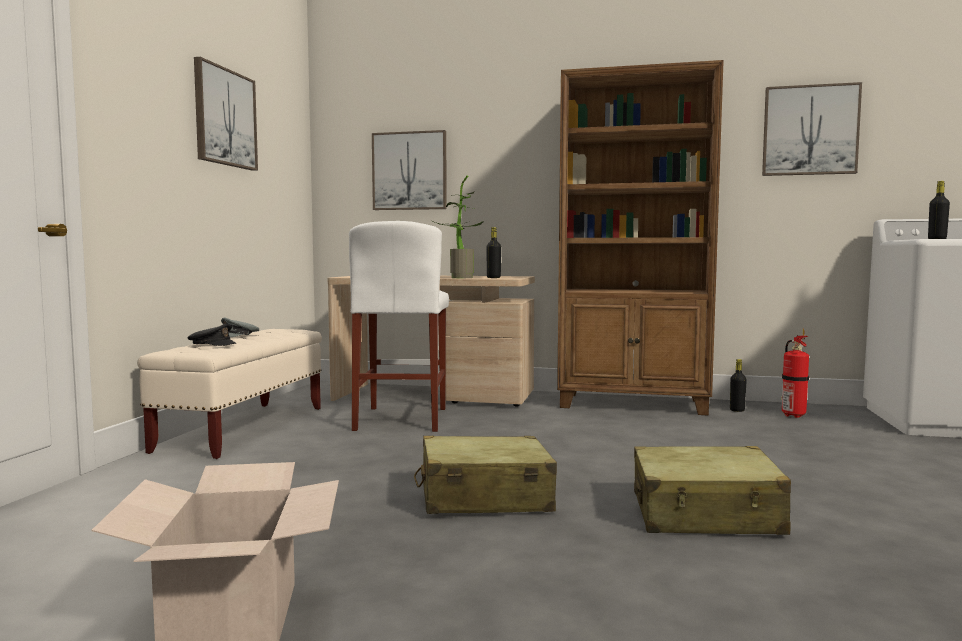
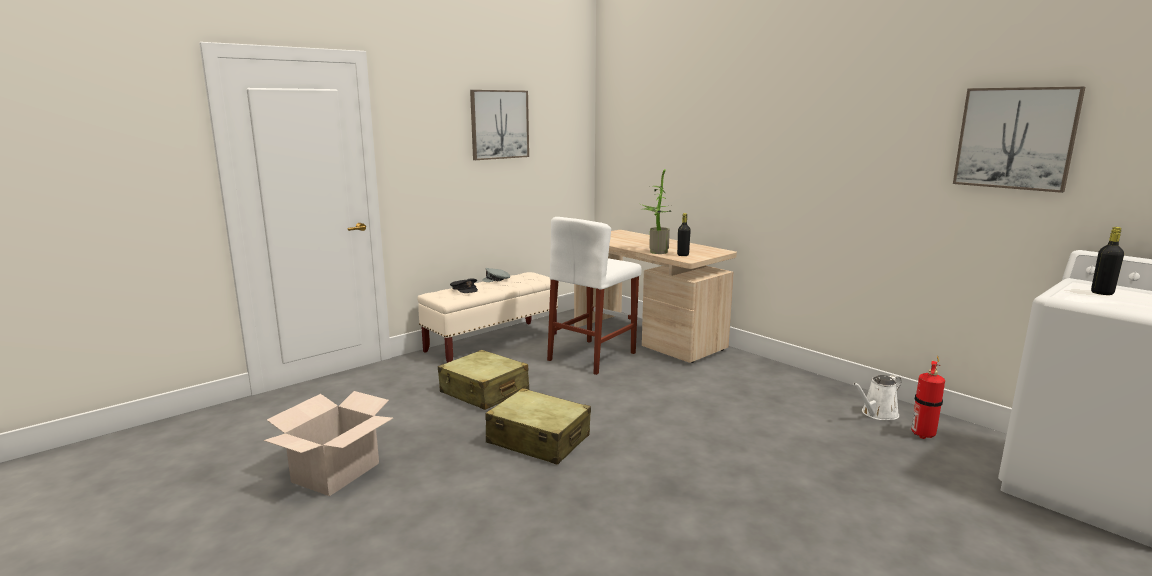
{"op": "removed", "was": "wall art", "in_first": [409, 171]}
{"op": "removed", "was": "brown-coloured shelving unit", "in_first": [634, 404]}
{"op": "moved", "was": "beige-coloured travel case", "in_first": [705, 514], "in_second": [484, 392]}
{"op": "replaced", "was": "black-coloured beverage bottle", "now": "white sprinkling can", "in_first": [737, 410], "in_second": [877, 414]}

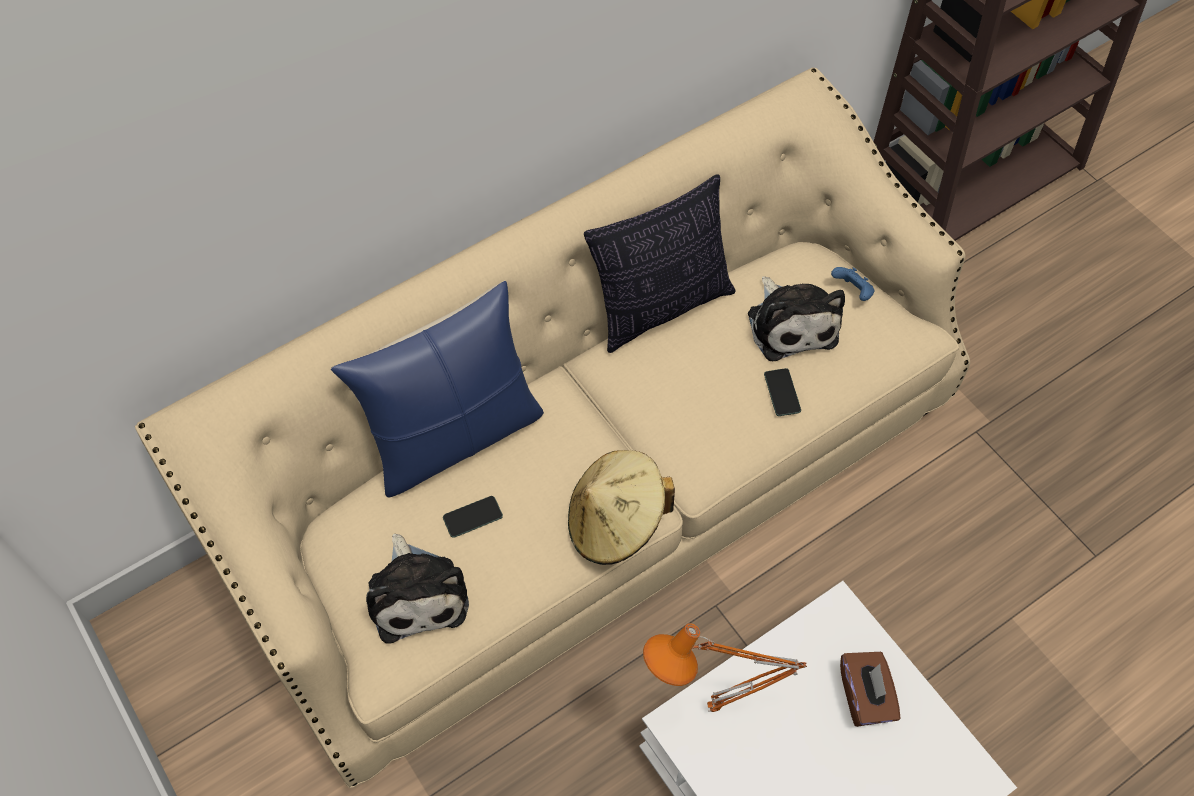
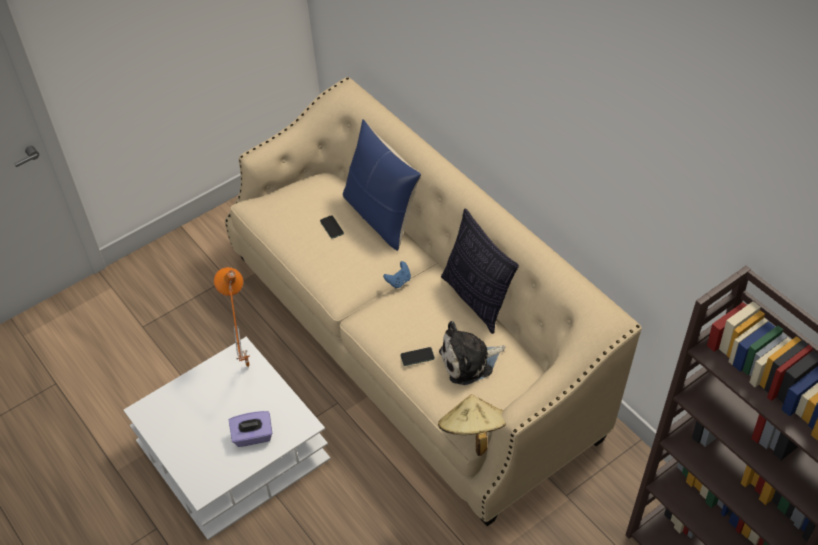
{"op": "removed", "was": "plush toy", "in_first": [417, 593]}
{"op": "moved", "was": "beige-coloured clothing hat", "in_first": [615, 522], "in_second": [473, 434]}
{"op": "moved", "was": "blue game controller", "in_first": [852, 291], "in_second": [399, 281]}
{"op": "recoloured", "was": "brown-coloured tissue holder", "now": "purple tissue holder", "in_first": [865, 696], "in_second": [253, 436]}

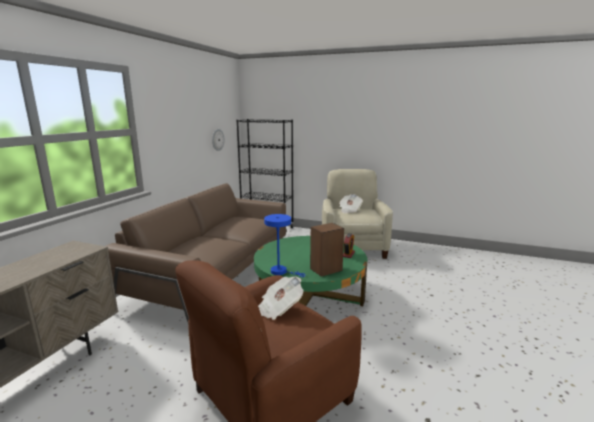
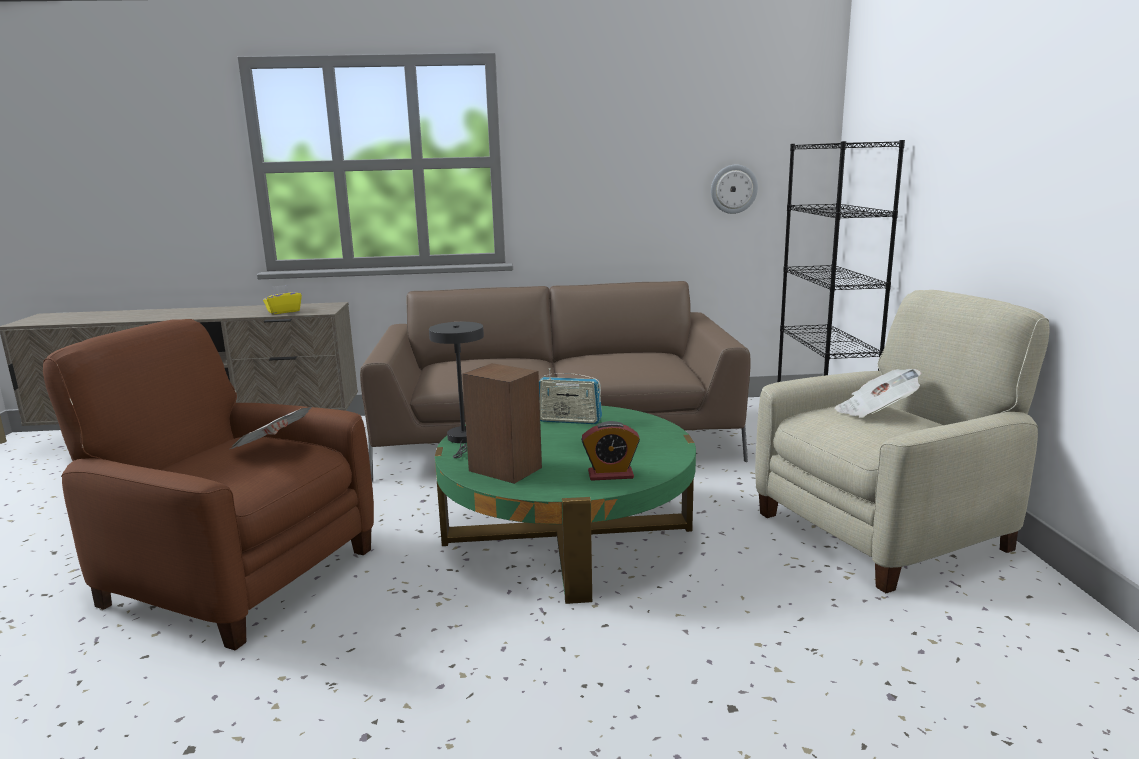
{"op": "recoloured", "was": "blue table lamp", "now": "greyish table lamp", "in_first": [281, 272], "in_second": [463, 439]}
{"op": "added", "now": "yellowish tissue holder", "in_second": [283, 311]}
{"op": "added", "now": "radio receiver", "in_second": [569, 420]}

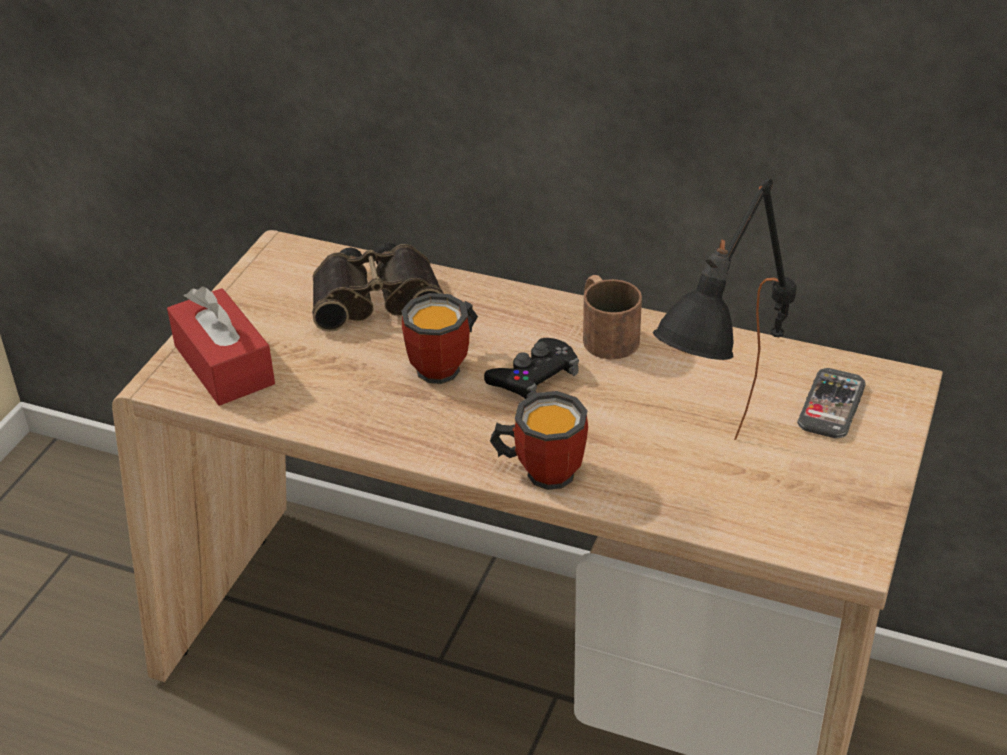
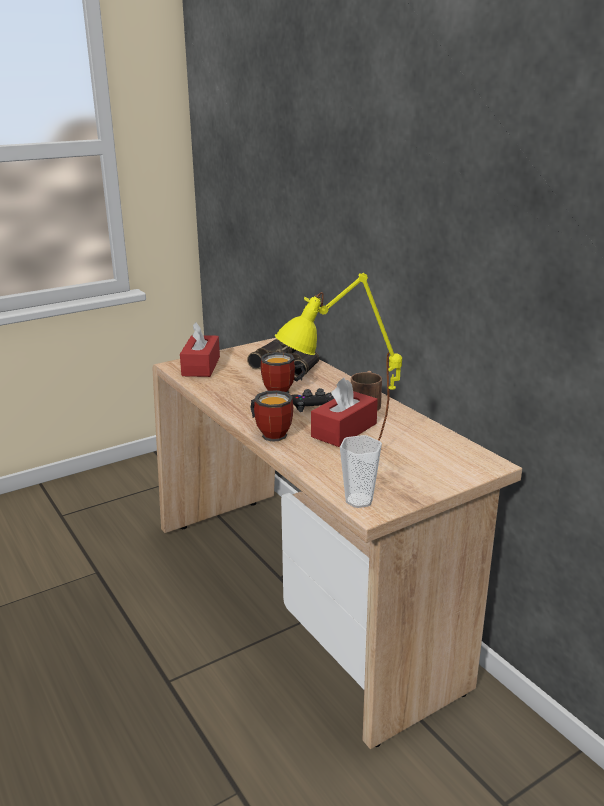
{"op": "recoloured", "was": "black-coloured table lamp", "now": "yellowish table lamp", "in_first": [720, 491], "in_second": [339, 467]}
{"op": "removed", "was": "telephone", "in_first": [831, 406]}
{"op": "added", "now": "reddish tissue holder", "in_second": [344, 430]}
{"op": "added", "now": "small cup", "in_second": [359, 500]}

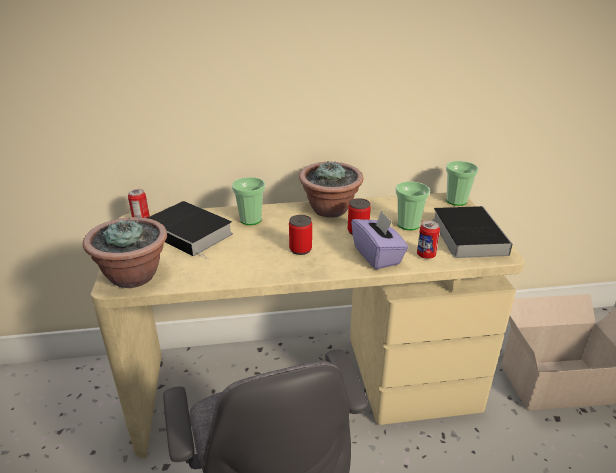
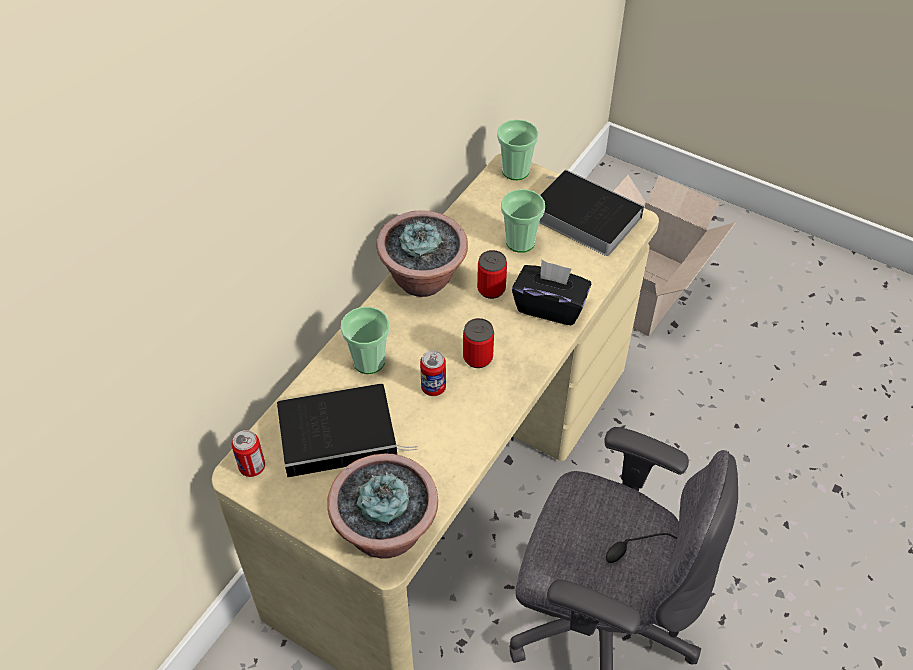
{"op": "recoloured", "was": "purple tissue holder", "now": "black-coloured tissue holder", "in_first": [377, 255], "in_second": [550, 306]}
{"op": "moved", "was": "metal can", "in_first": [426, 255], "in_second": [433, 387]}

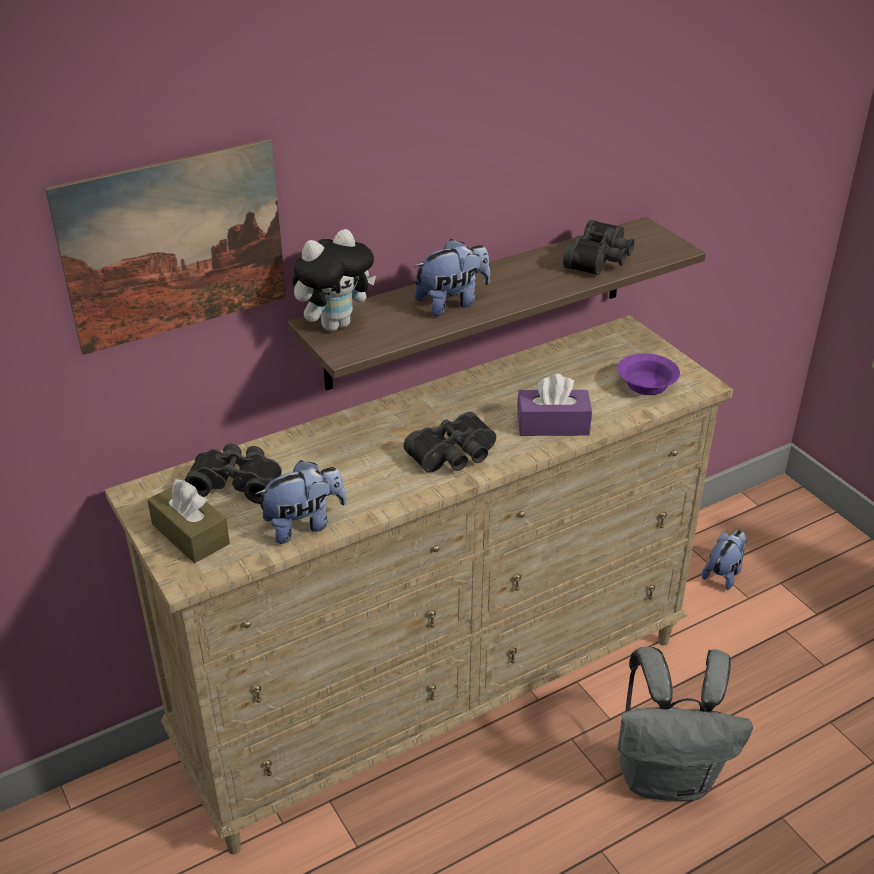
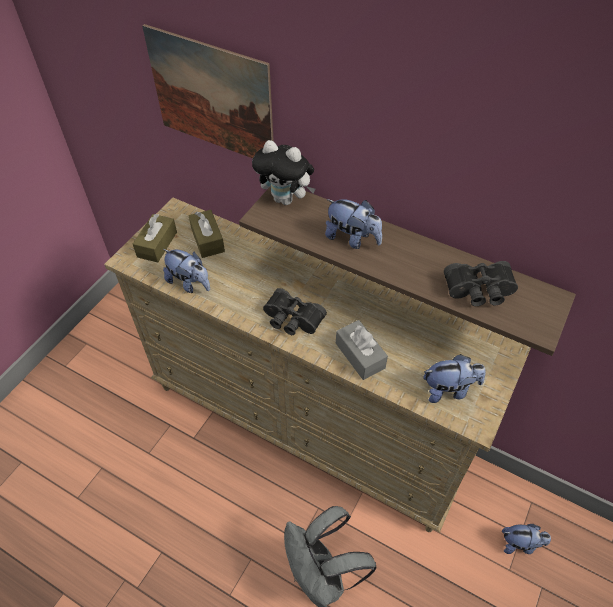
{"op": "replaced", "was": "black-coloured binoculars", "now": "brown-coloured tissue holder", "in_first": [237, 482], "in_second": [207, 240]}
{"op": "recoloured", "was": "purple tissue holder", "now": "greyish tissue holder", "in_first": [553, 425], "in_second": [360, 355]}
{"op": "replaced", "was": "purple bowl", "now": "plush toy", "in_first": [645, 384], "in_second": [449, 390]}

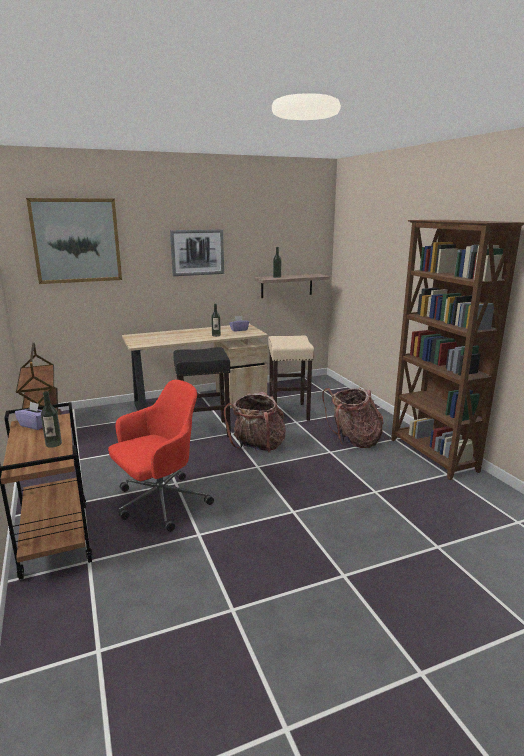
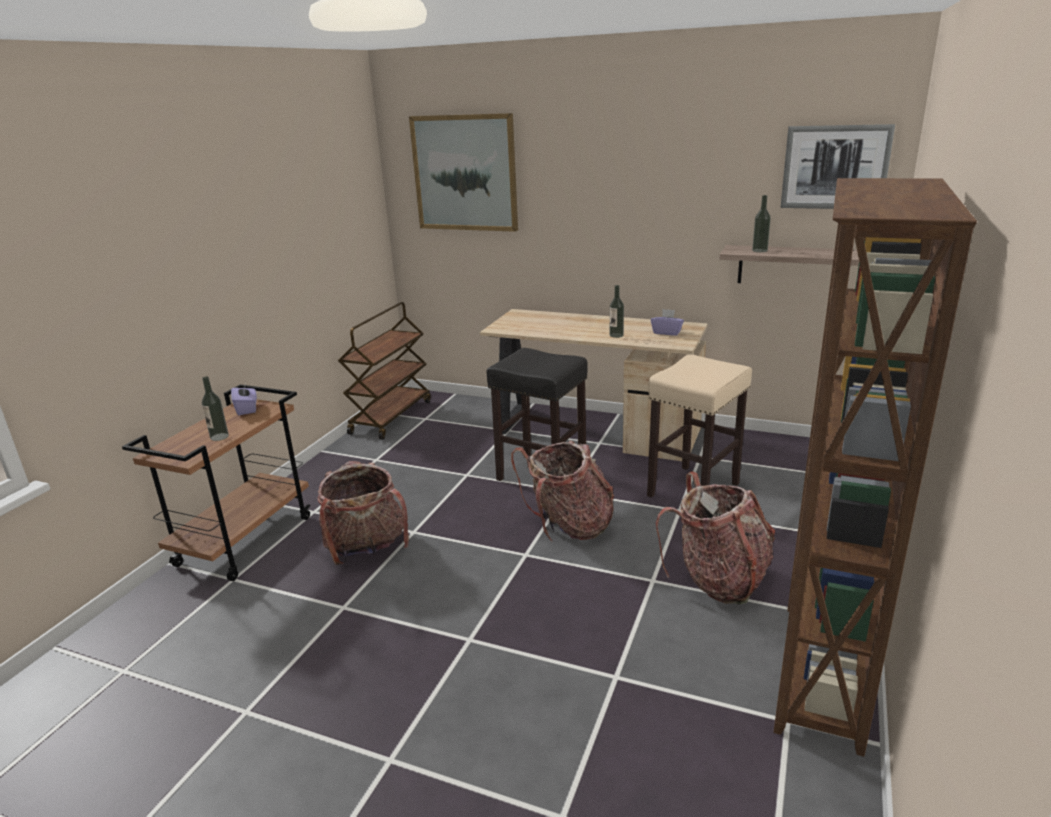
{"op": "replaced", "was": "reddish office chair", "now": "rucksack", "in_first": [160, 503], "in_second": [366, 548]}
{"op": "moved", "was": "wall art", "in_first": [197, 252], "in_second": [835, 167]}

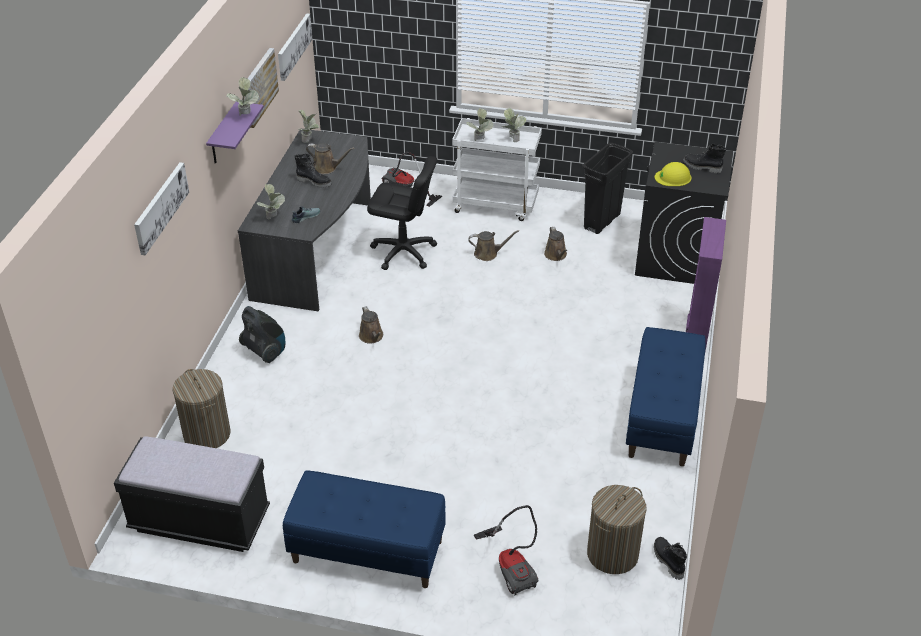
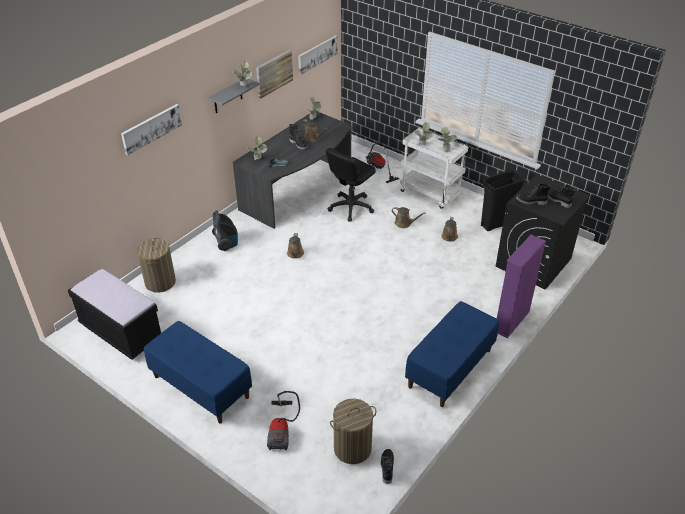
{"op": "recoloured", "was": "purple shelf", "now": "greyish shelf", "in_first": [223, 135], "in_second": [228, 96]}
{"op": "turned", "was": "black-coloured office chair", "in_first": [403, 252], "in_second": [350, 207], "clockwise": 90}
{"op": "replaced", "was": "yellowish safety helmet", "now": "black-coloured high-top boot", "in_first": [673, 177], "in_second": [531, 202]}

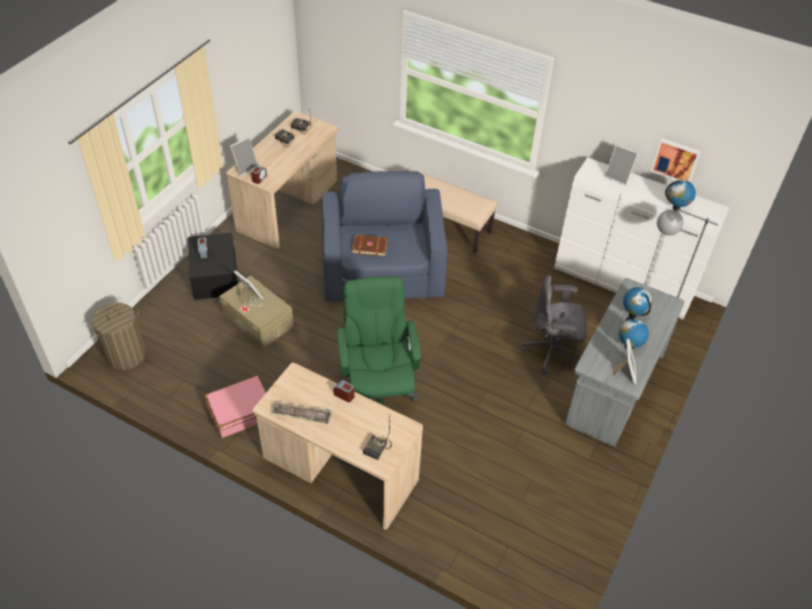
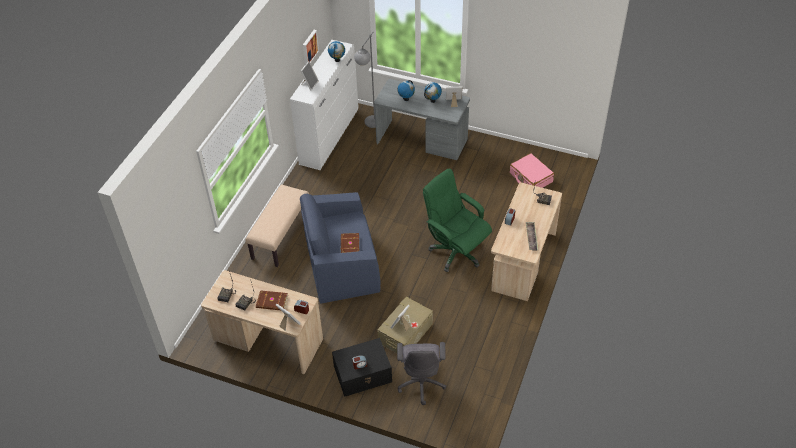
{"op": "removed", "was": "hamper", "in_first": [125, 355]}
{"op": "moved", "was": "pink-coloured travel case", "in_first": [240, 412], "in_second": [530, 177]}
{"op": "turned", "was": "green office chair", "in_first": [377, 393], "in_second": [455, 252], "clockwise": 60}
{"op": "moved", "was": "greyish office chair", "in_first": [553, 352], "in_second": [421, 383]}
{"op": "added", "now": "brown-coloured bound book", "in_second": [272, 302]}

